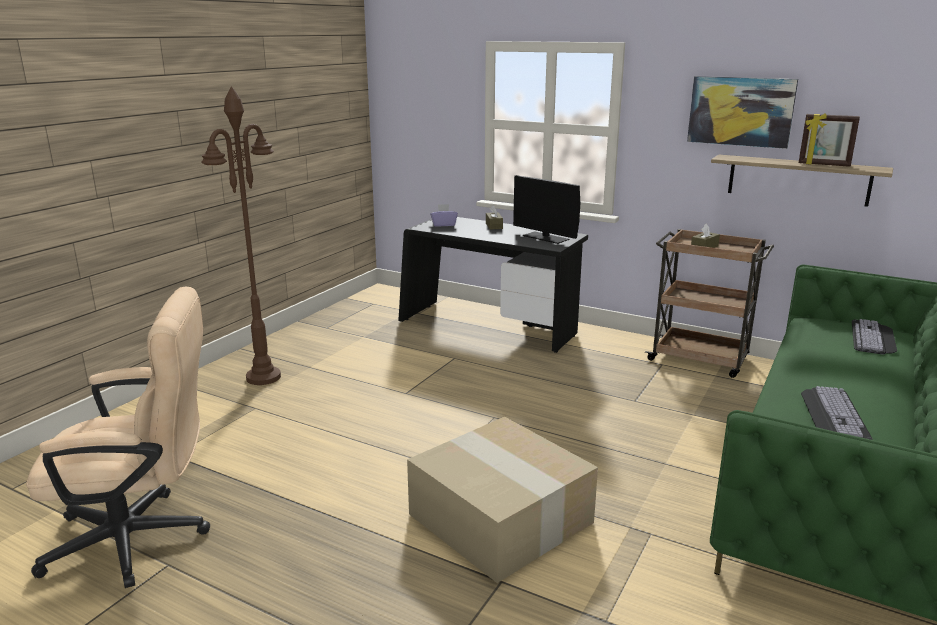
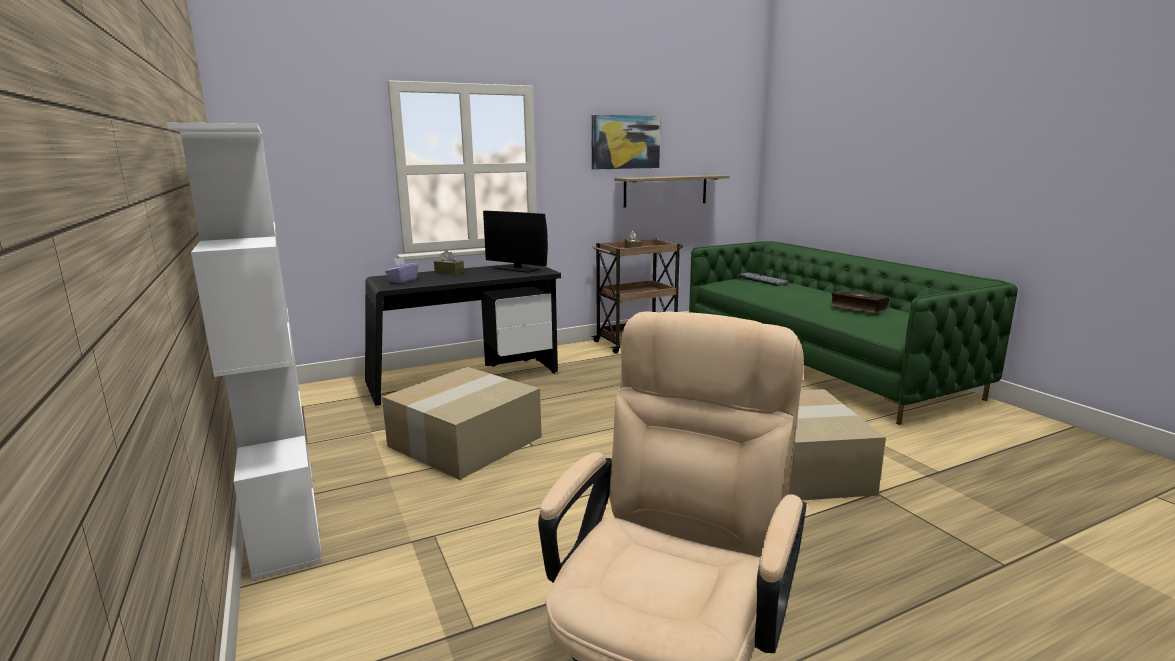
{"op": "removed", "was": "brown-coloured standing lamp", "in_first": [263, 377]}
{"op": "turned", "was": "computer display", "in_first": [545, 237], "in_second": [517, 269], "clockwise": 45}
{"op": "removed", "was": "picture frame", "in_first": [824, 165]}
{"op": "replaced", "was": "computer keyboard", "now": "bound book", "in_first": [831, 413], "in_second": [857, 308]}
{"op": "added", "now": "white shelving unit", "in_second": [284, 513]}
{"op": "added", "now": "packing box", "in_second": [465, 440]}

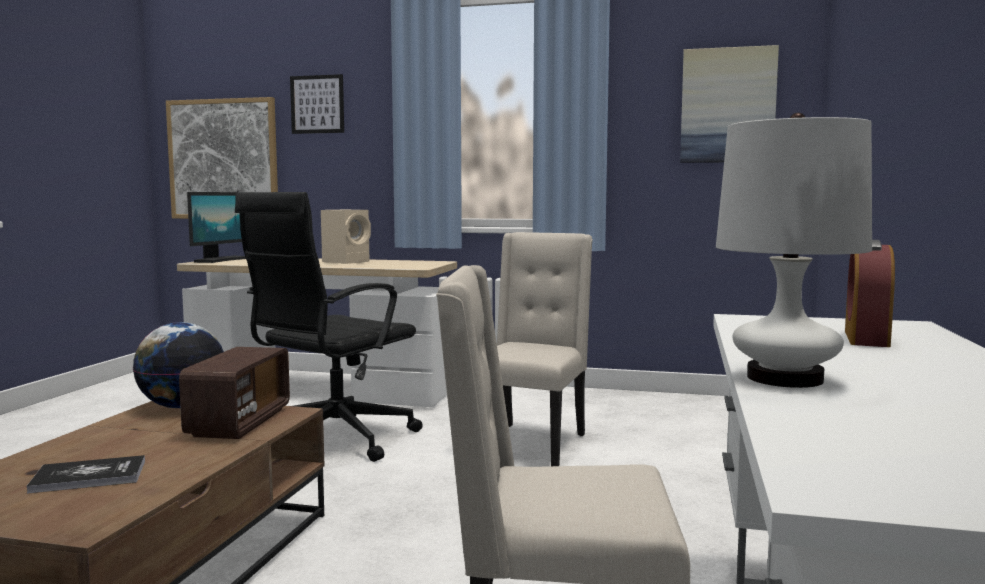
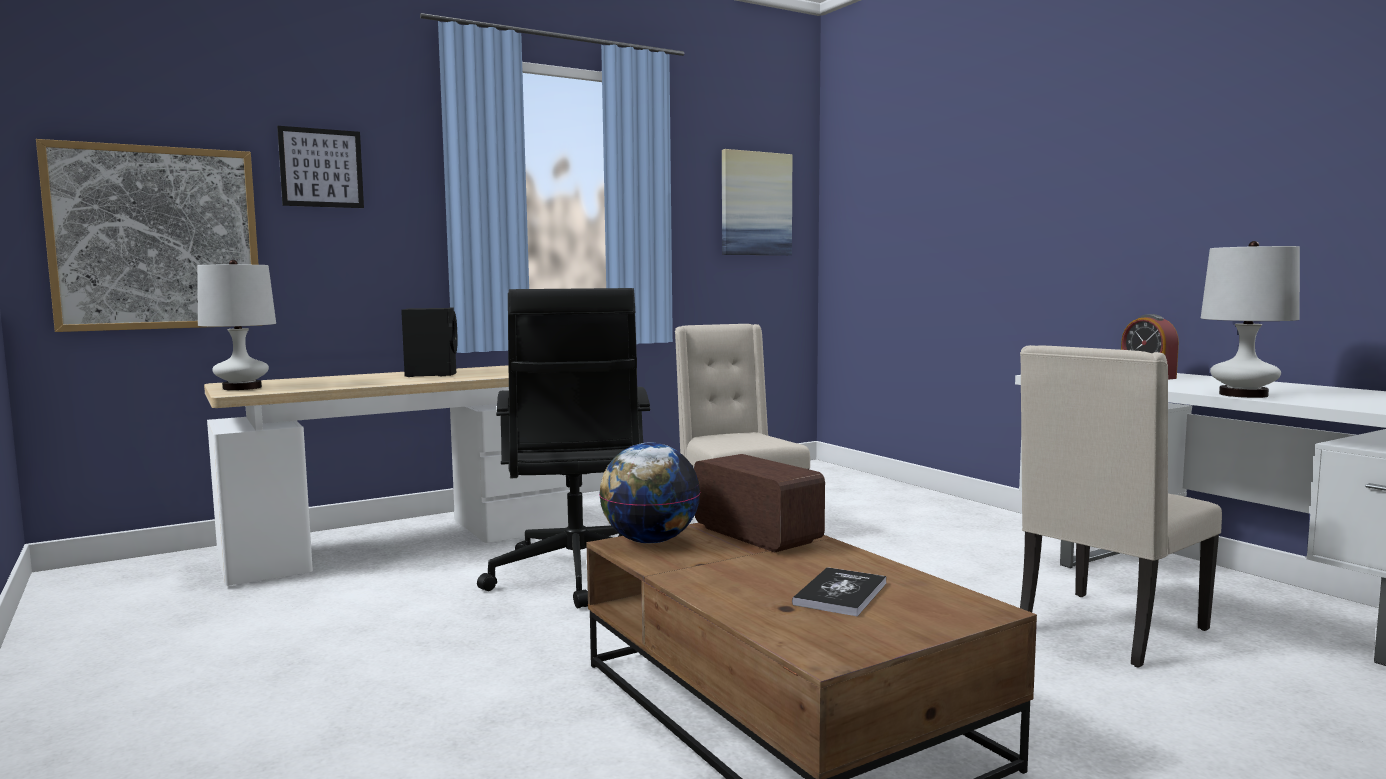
{"op": "replaced", "was": "computer display", "now": "white table lamp", "in_first": [220, 260], "in_second": [242, 388]}
{"op": "recoloured", "was": "beige-coloured audio speaker", "now": "black-coloured audio speaker", "in_first": [347, 262], "in_second": [432, 374]}

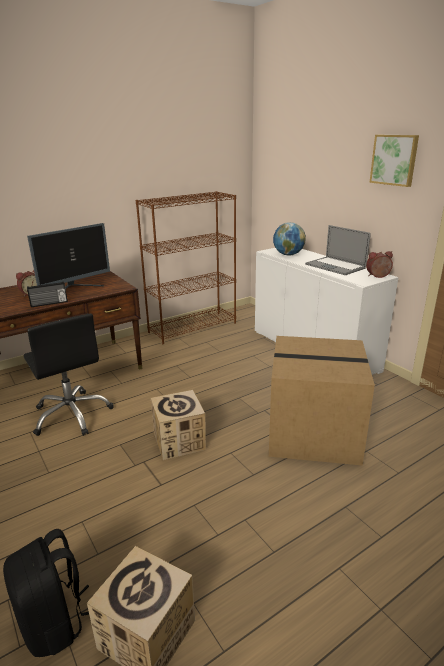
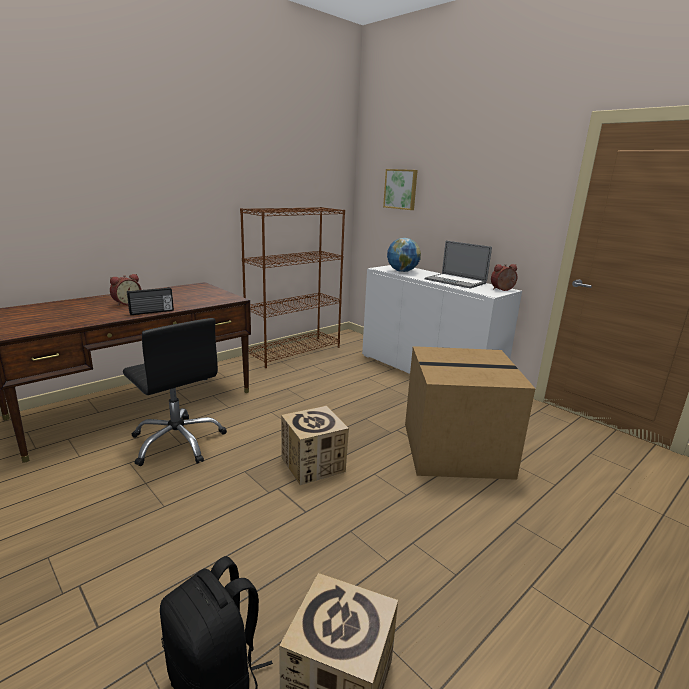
{"op": "removed", "was": "computer display", "in_first": [76, 289]}
{"op": "moved", "was": "wall art", "in_first": [394, 160], "in_second": [401, 189]}

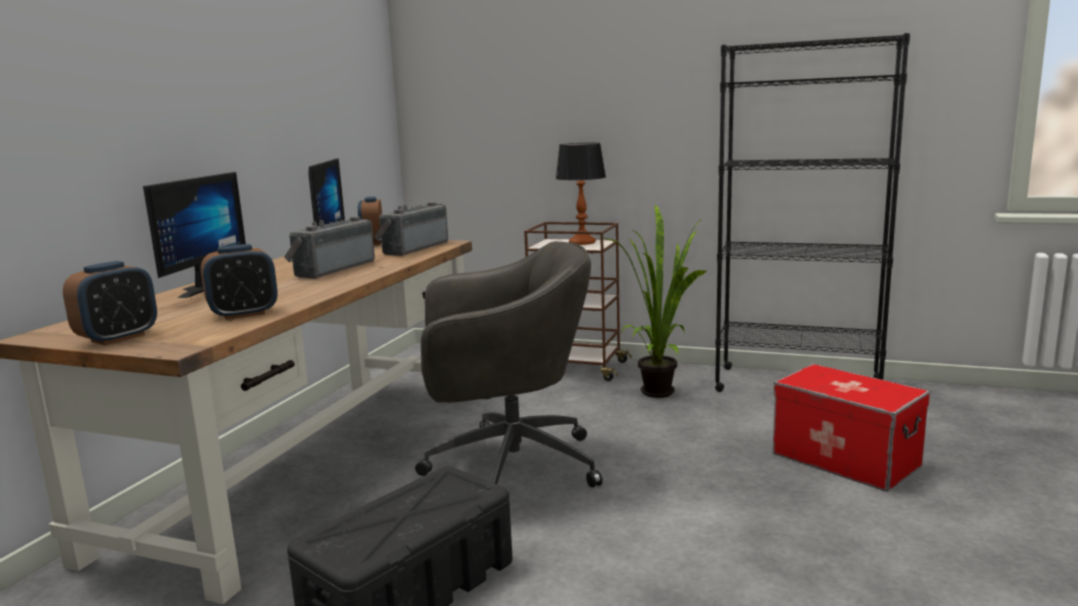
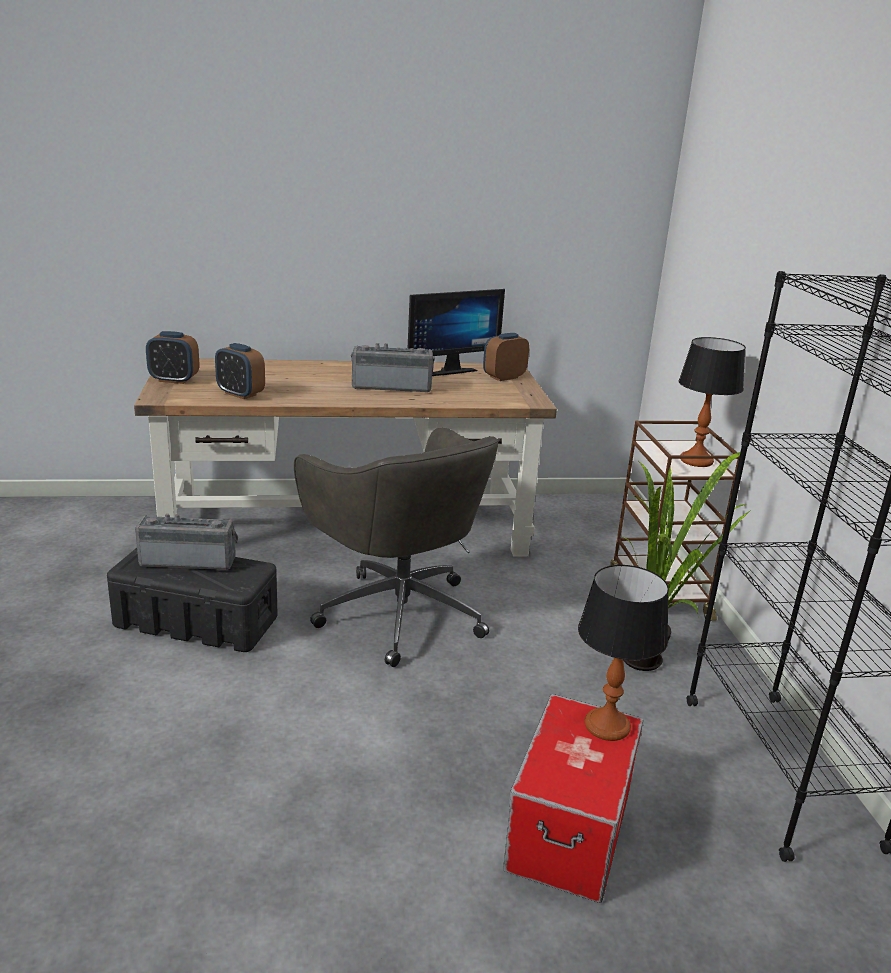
{"op": "removed", "was": "computer display", "in_first": [197, 288]}
{"op": "moved", "was": "radio receiver", "in_first": [413, 248], "in_second": [189, 560]}
{"op": "added", "now": "table lamp", "in_second": [607, 725]}

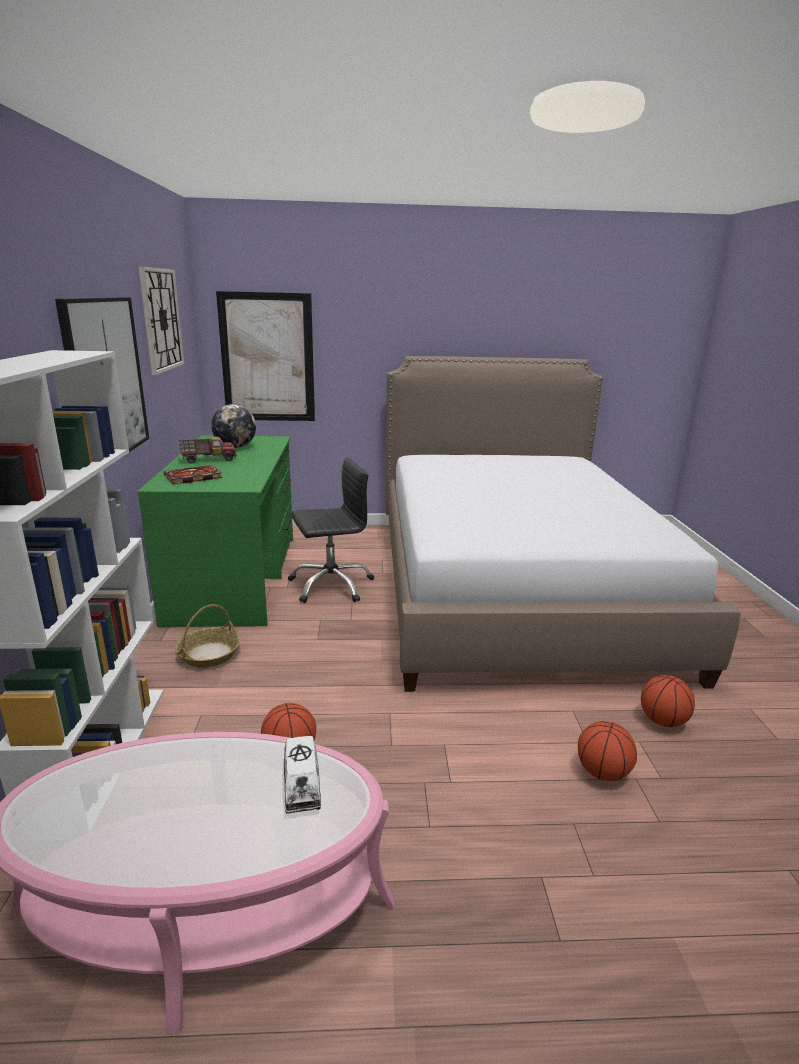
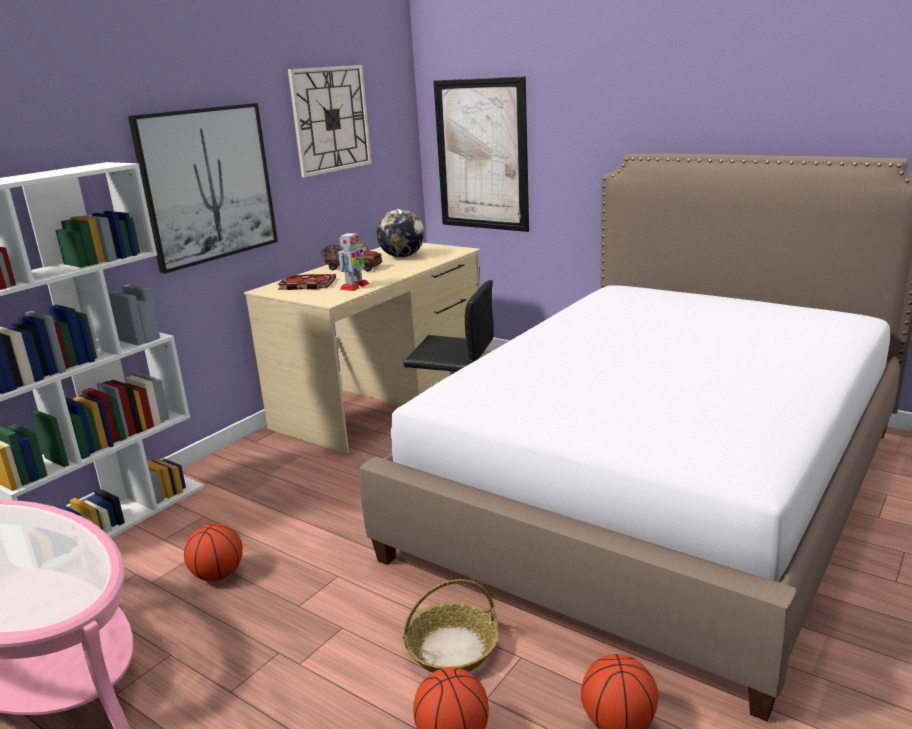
{"op": "recoloured", "was": "green desk", "now": "beige-coloured desk", "in_first": [236, 576], "in_second": [384, 398]}
{"op": "moved", "was": "storage basket", "in_first": [209, 654], "in_second": [452, 648]}
{"op": "removed", "was": "toy truck", "in_first": [302, 785]}
{"op": "added", "now": "toy robot", "in_second": [354, 286]}

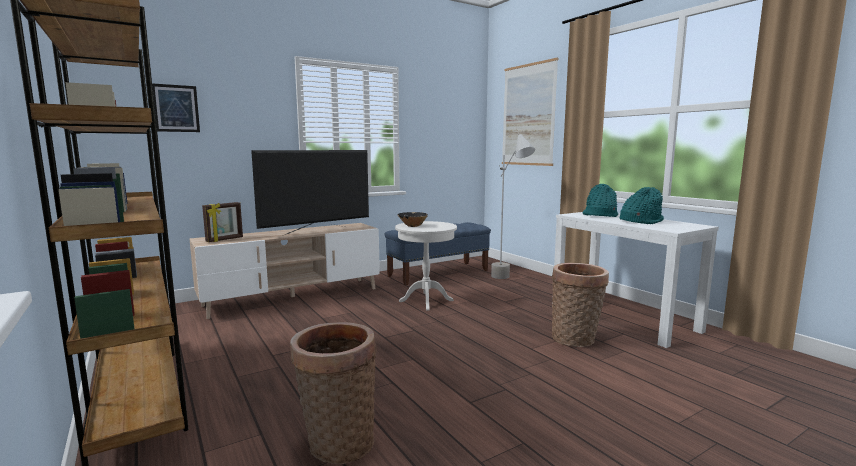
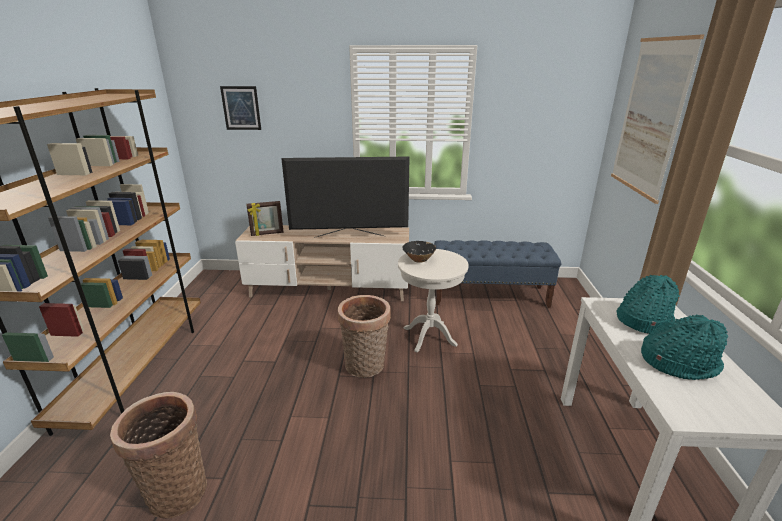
{"op": "removed", "was": "greyish standing lamp", "in_first": [509, 280]}
{"op": "moved", "was": "storage basket", "in_first": [576, 339], "in_second": [365, 367]}

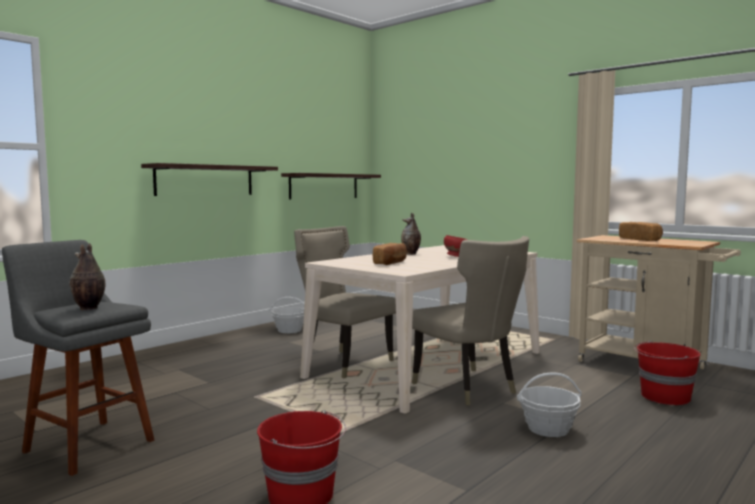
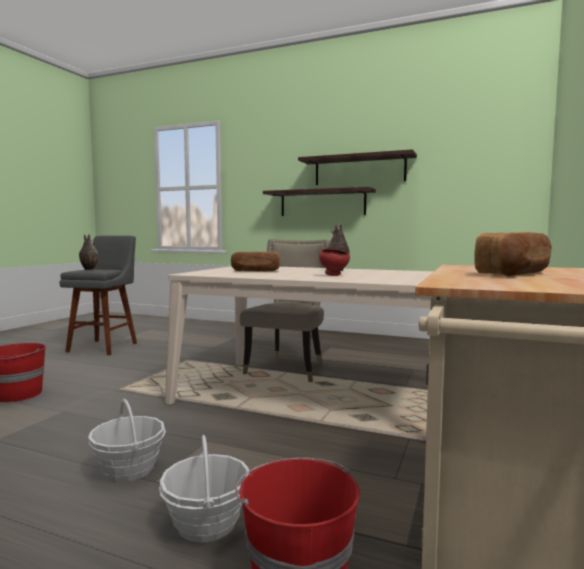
{"op": "moved", "was": "storage basket", "in_first": [289, 330], "in_second": [206, 523]}
{"op": "moved", "was": "shelf", "in_first": [324, 186], "in_second": [359, 170]}
{"op": "removed", "was": "beige-coloured upright chair", "in_first": [468, 389]}

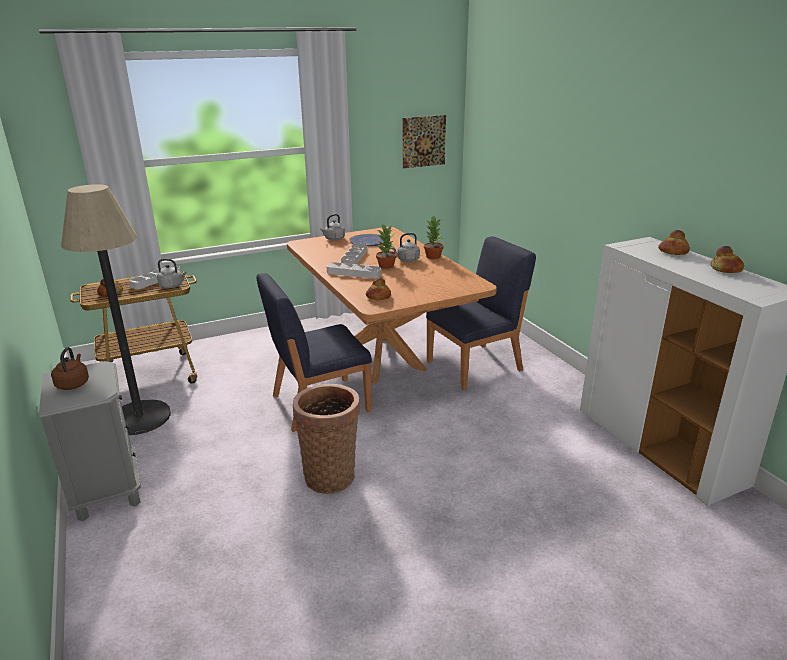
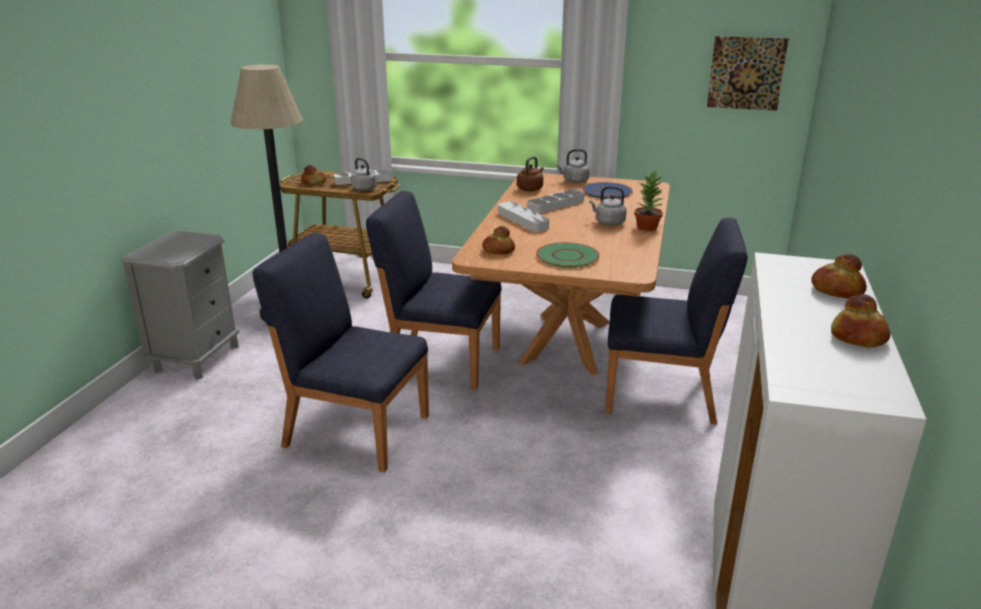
{"op": "moved", "was": "brown-coloured kettle", "in_first": [73, 384], "in_second": [530, 189]}
{"op": "replaced", "was": "storage basket", "now": "blue upright chair", "in_first": [330, 474], "in_second": [355, 430]}
{"op": "removed", "was": "plant in a pot", "in_first": [386, 266]}
{"op": "added", "now": "green plate", "in_second": [568, 256]}

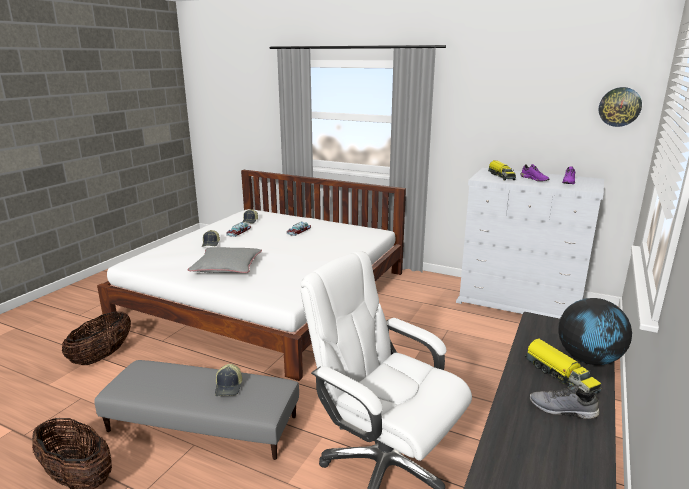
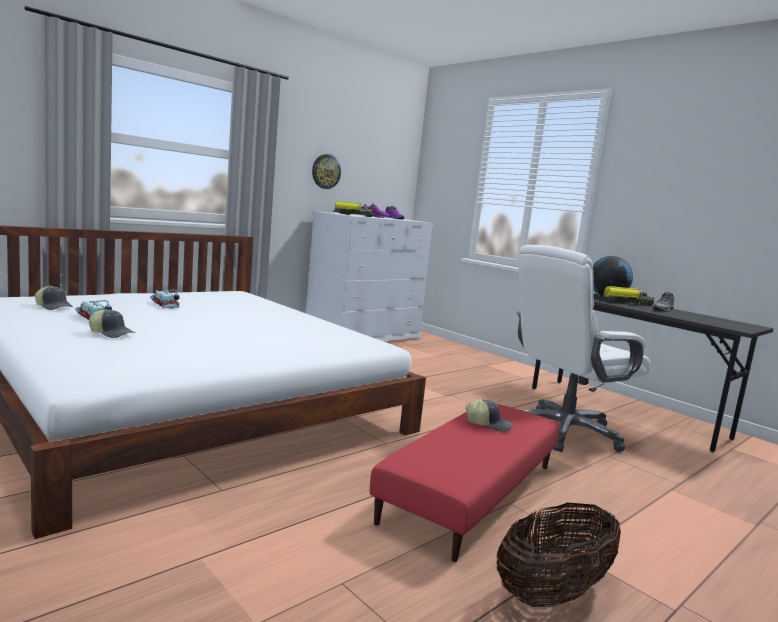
{"op": "removed", "was": "storage basket", "in_first": [102, 356]}
{"op": "recoloured", "was": "greyish ottoman", "now": "reddish ottoman", "in_first": [203, 423], "in_second": [470, 492]}
{"op": "removed", "was": "greyish throw pillow", "in_first": [227, 266]}
{"op": "moved", "was": "hanging clock", "in_first": [619, 107], "in_second": [326, 171]}

